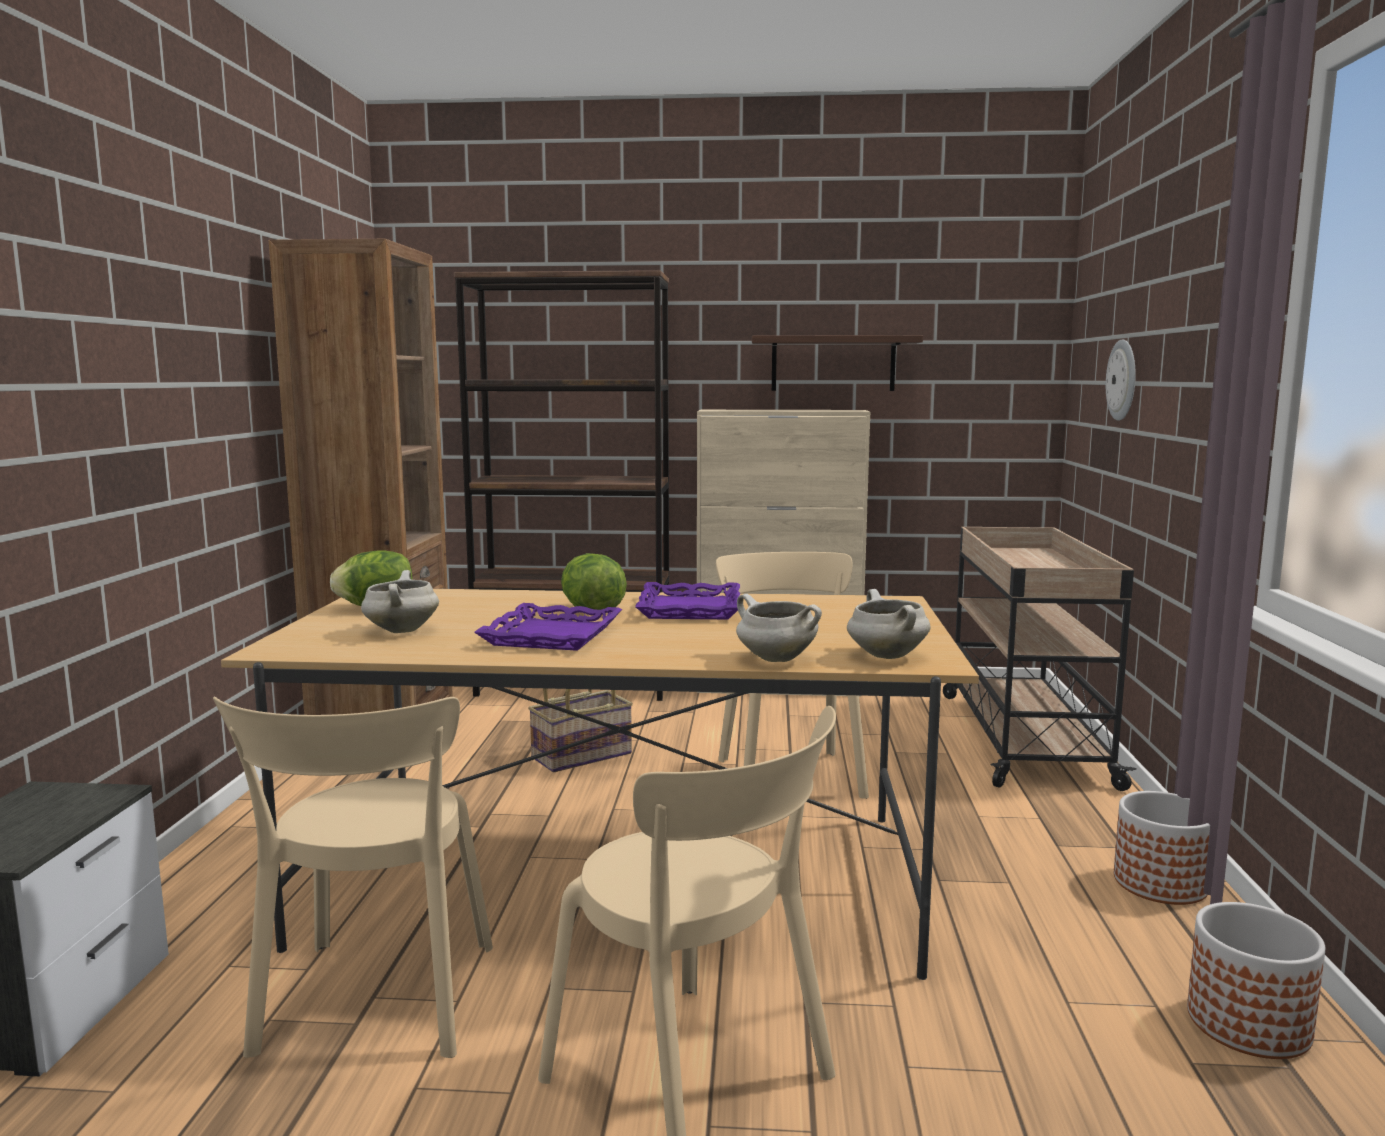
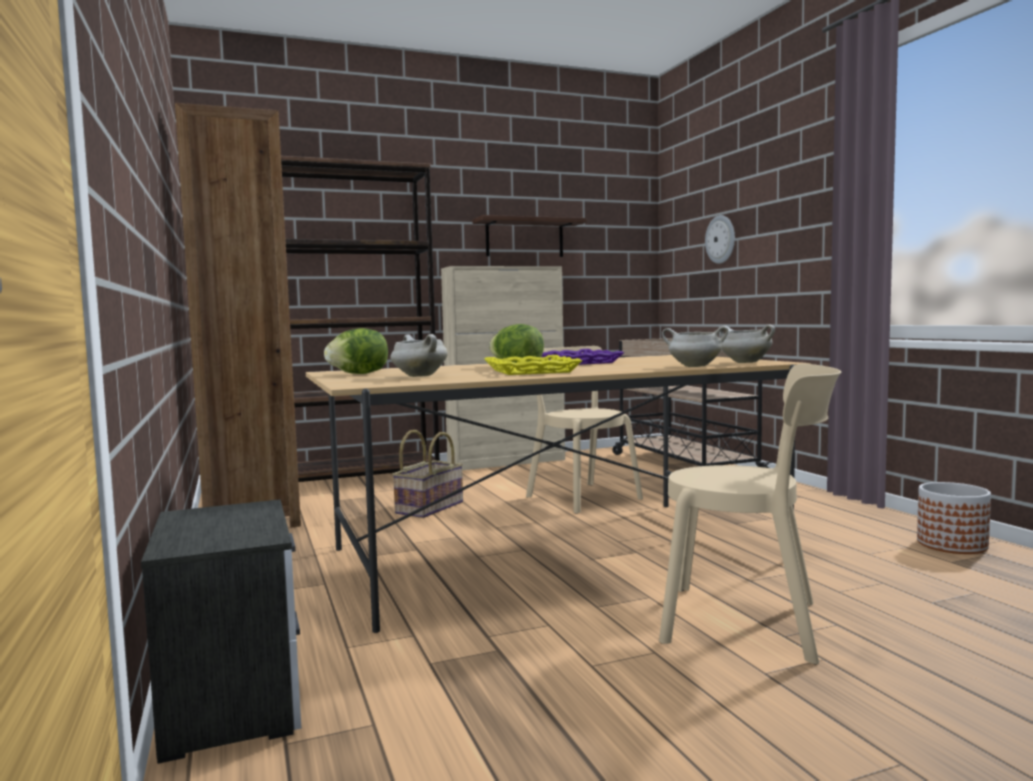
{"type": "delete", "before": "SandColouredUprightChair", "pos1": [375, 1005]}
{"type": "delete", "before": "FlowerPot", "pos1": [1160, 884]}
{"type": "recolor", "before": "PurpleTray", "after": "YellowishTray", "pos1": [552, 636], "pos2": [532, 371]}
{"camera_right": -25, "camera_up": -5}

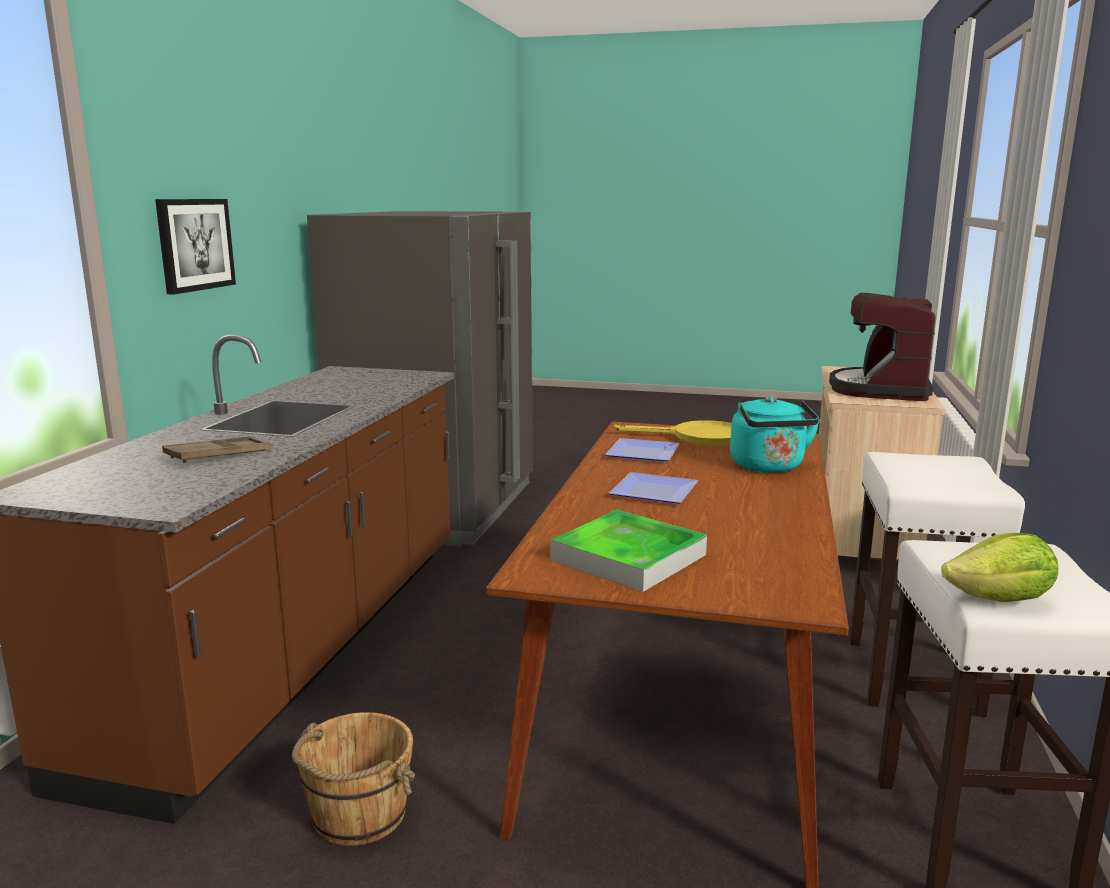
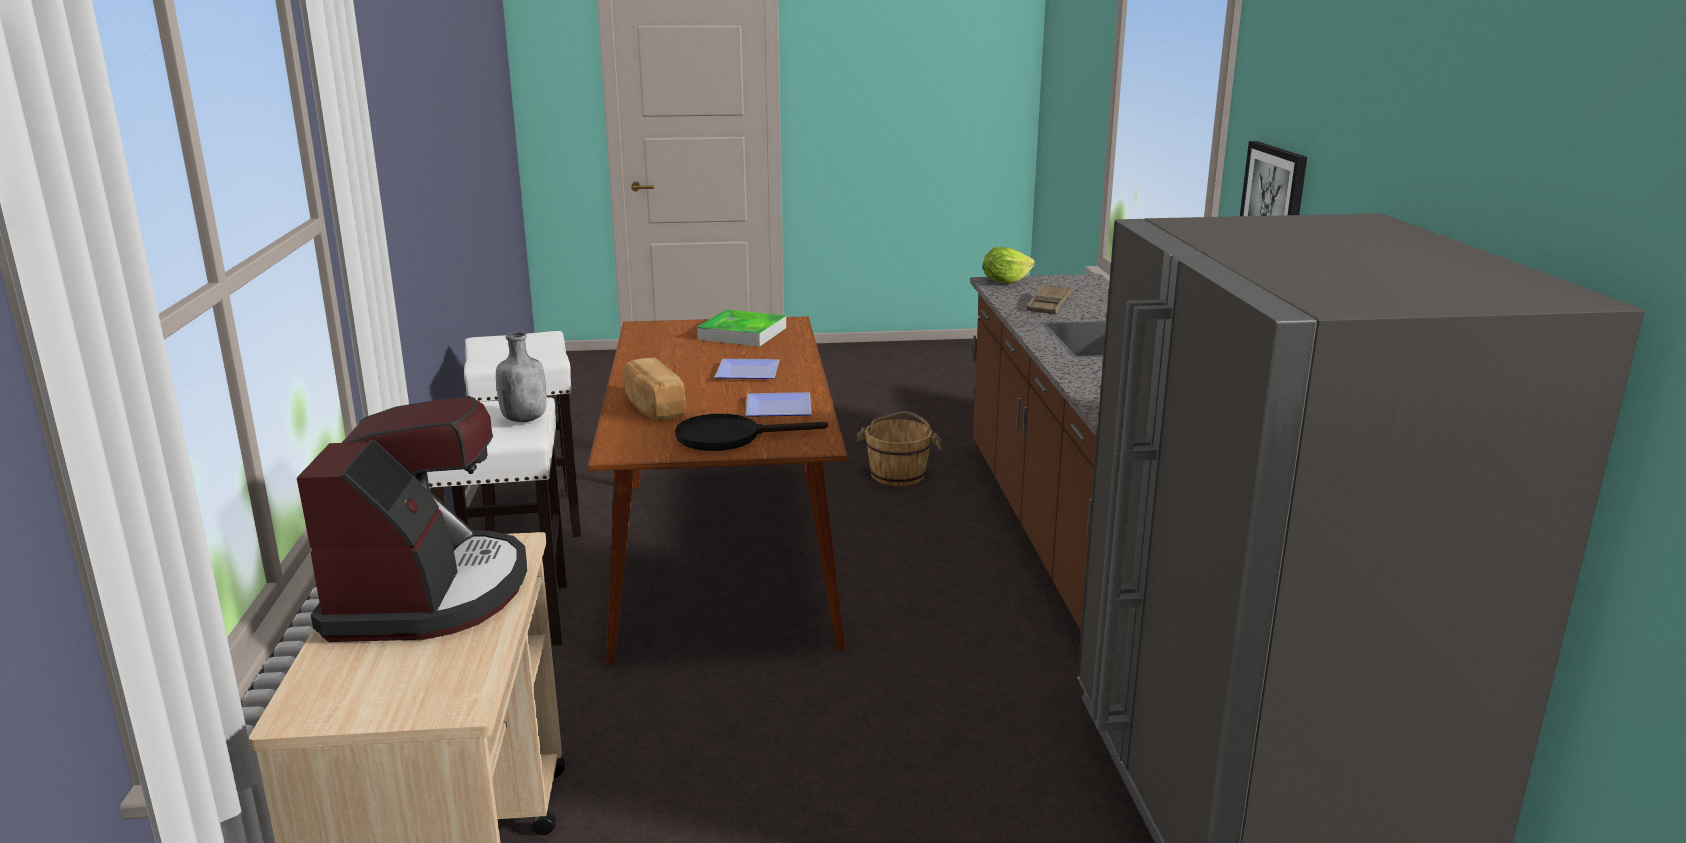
{"type": "insert", "after": "GreyishBottle", "pos2": [524, 419]}
{"type": "move", "before": "Lettuce", "pos1": [1000, 600], "pos2": [1005, 281]}
{"type": "replace", "before": "TurquoiseColouredKettle", "after": "BakedBread", "pos1": [769, 467], "pos2": [653, 407]}
{"type": "recolor", "before": "YellowishFryingPan", "after": "BlackishFryingPan", "pos1": [698, 438], "pos2": [730, 437]}
{"camera_right": 160, "camera_up": 5}

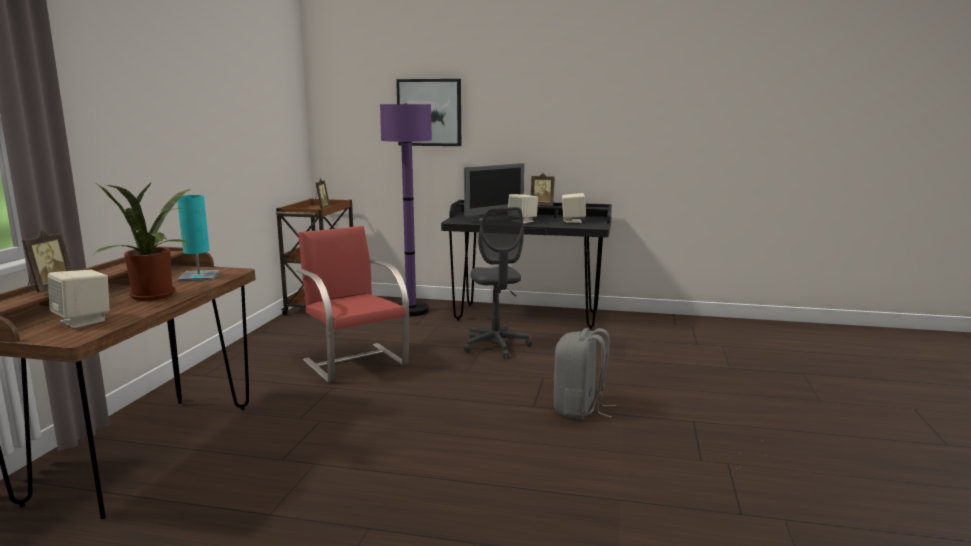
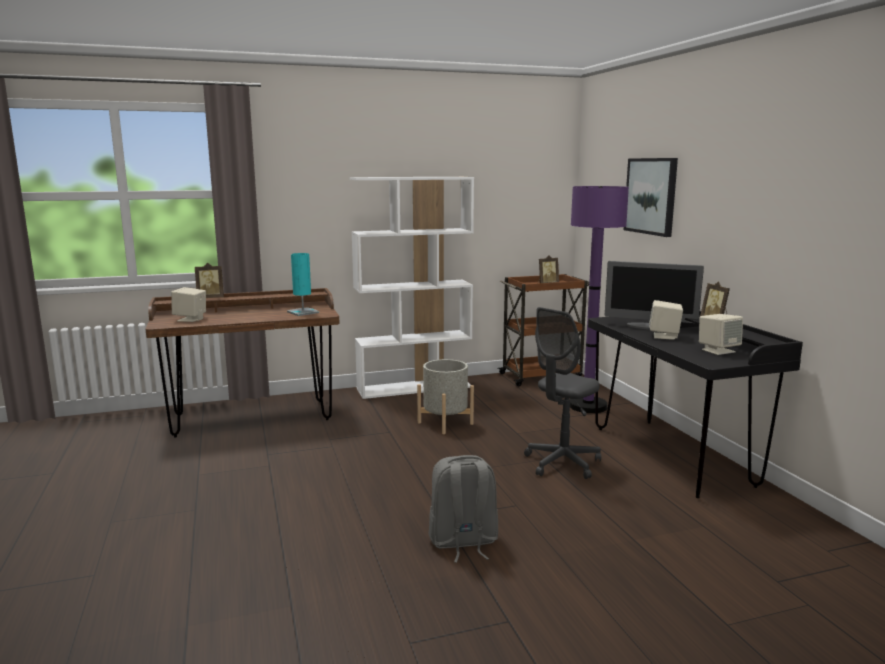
{"type": "delete", "before": "PlantInAPot", "pos1": [156, 296]}
{"type": "insert", "after": "WhiteColouredBookcase", "pos2": [414, 387]}
{"type": "replace", "before": "RedColouredUprightChair", "after": "GreyishFlowerPot", "pos1": [355, 362], "pos2": [445, 423]}
{"camera_right": 60, "camera_up": 0}

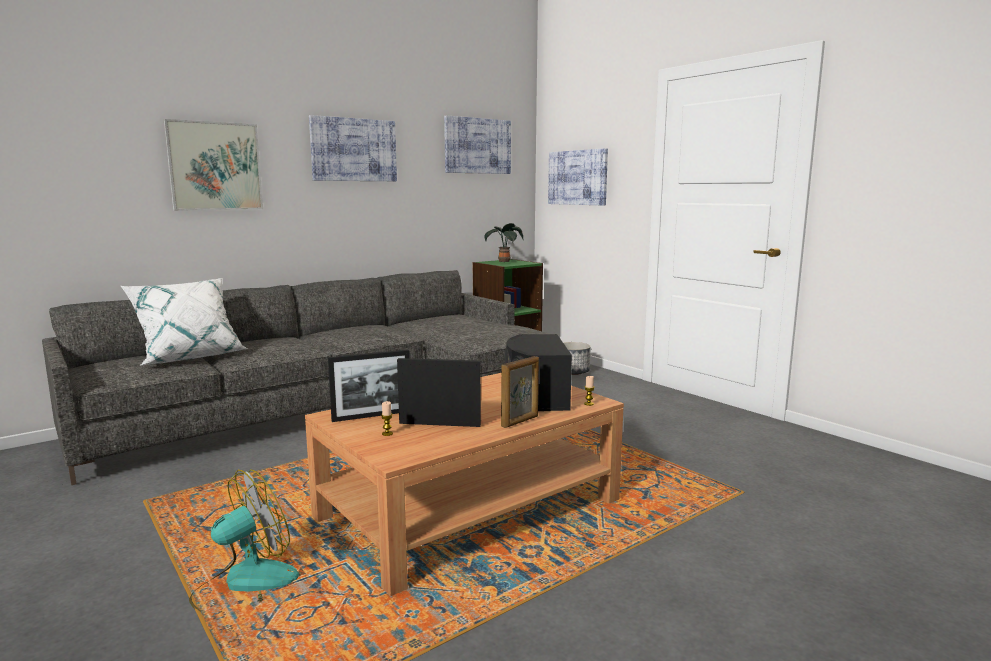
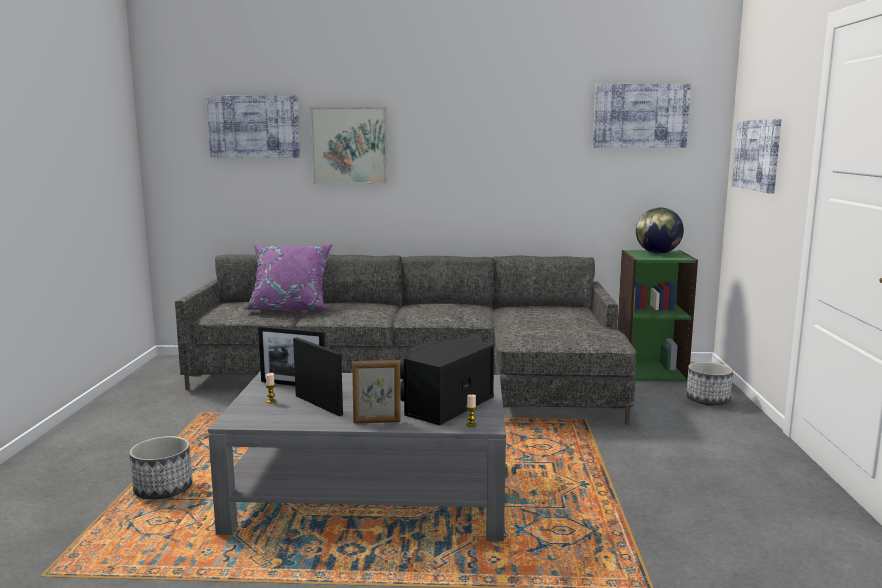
{"type": "move", "before": "WallArt", "pos1": [354, 150], "pos2": [254, 126]}
{"type": "replace", "before": "Fan", "after": "FlowerPot", "pos1": [245, 585], "pos2": [163, 489]}
{"type": "replace", "before": "PlantInAPot", "after": "WorldGlobe", "pos1": [504, 261], "pos2": [657, 253]}
{"type": "recolor", "before": "WhiteColouredCushion", "after": "PurpleCushion", "pos1": [189, 357], "pos2": [291, 308]}
{"type": "recolor", "before": "BrownishLowTable", "after": "GreyishLowTable", "pos1": [470, 508], "pos2": [372, 496]}
{"camera_right": 40, "camera_up": 0}

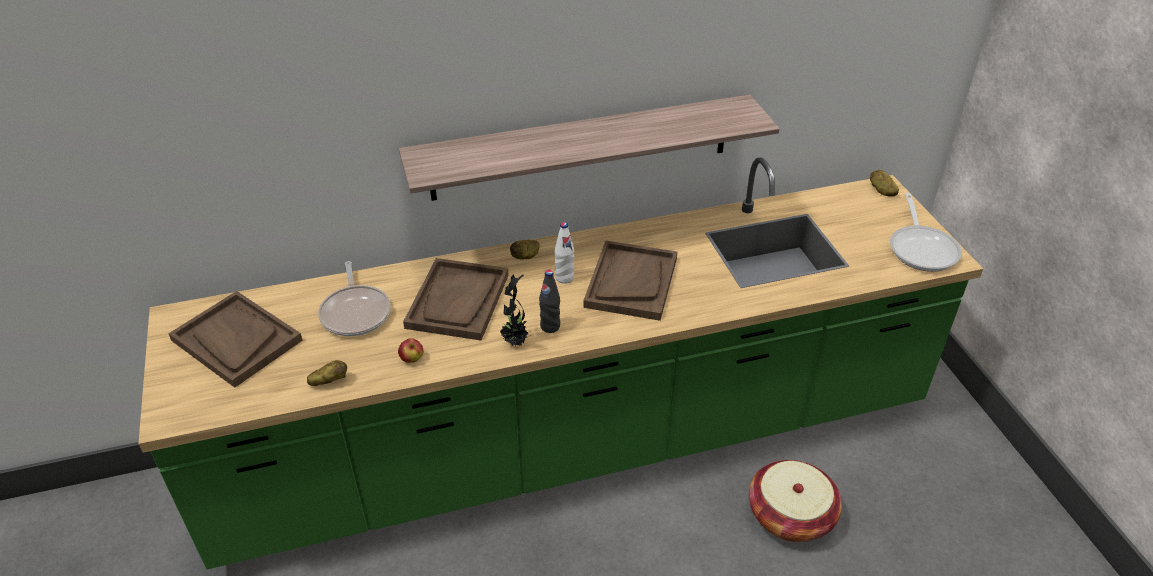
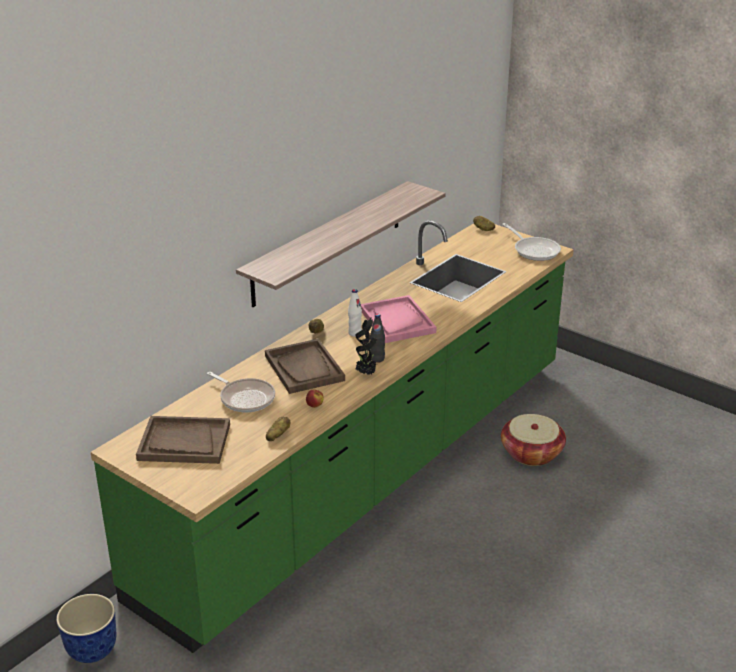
{"type": "insert", "after": "FlowerPot", "pos2": [91, 649]}
{"type": "recolor", "before": "BrownishTray", "after": "PinkColouredTray", "pos1": [631, 282], "pos2": [397, 321]}
{"camera_right": -35, "camera_up": -10}

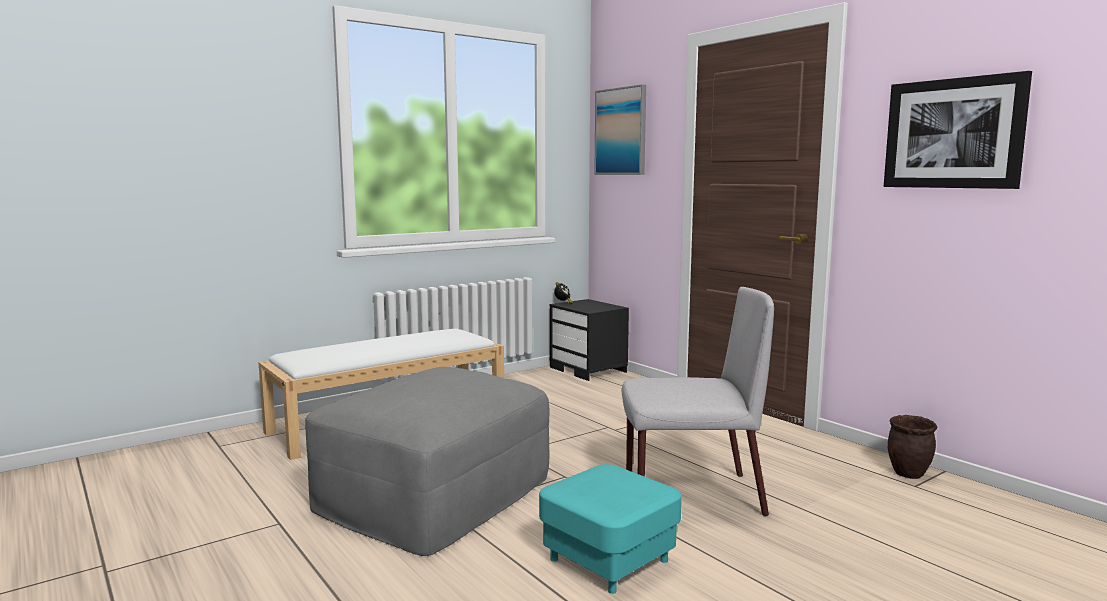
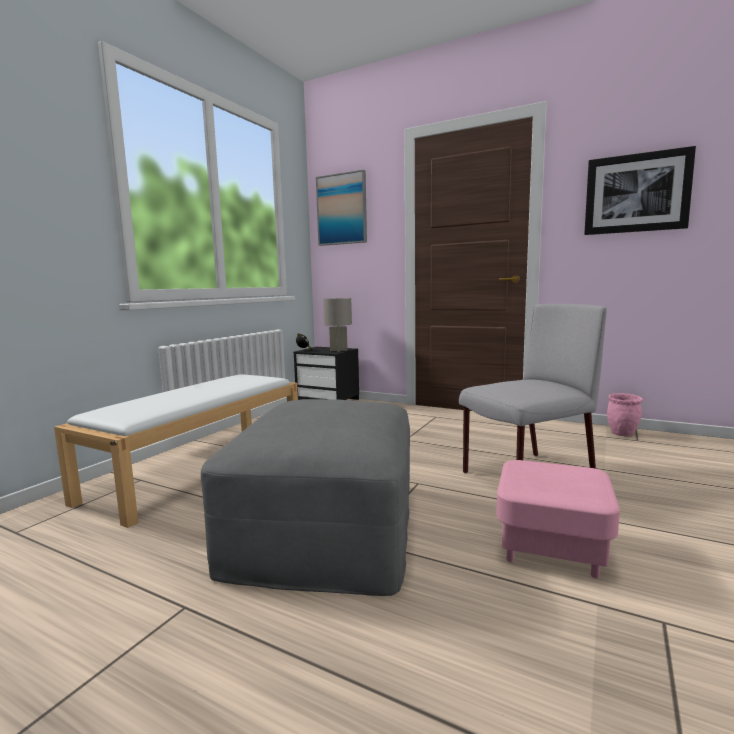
{"type": "insert", "after": "GreyishLampForATable", "pos2": [339, 350]}
{"type": "recolor", "before": "TurquoiseColouredPouffe", "after": "PinkColouredPouffe", "pos1": [609, 560], "pos2": [551, 547]}
{"type": "recolor", "before": "BrownishFlowerPot", "after": "PinkColouredFlowerPot", "pos1": [907, 474], "pos2": [621, 434]}
{"camera_right": -25, "camera_up": 0}

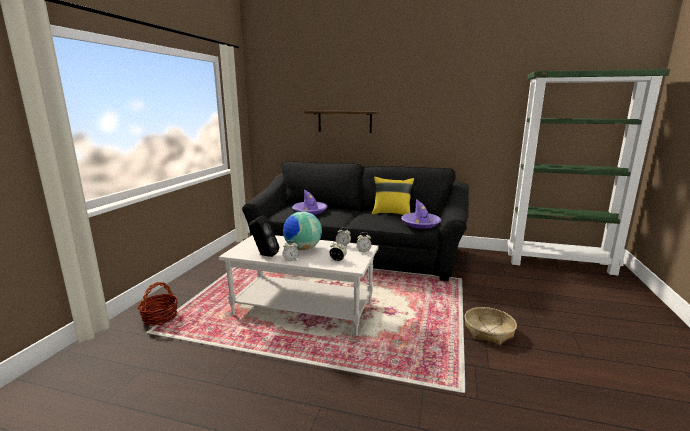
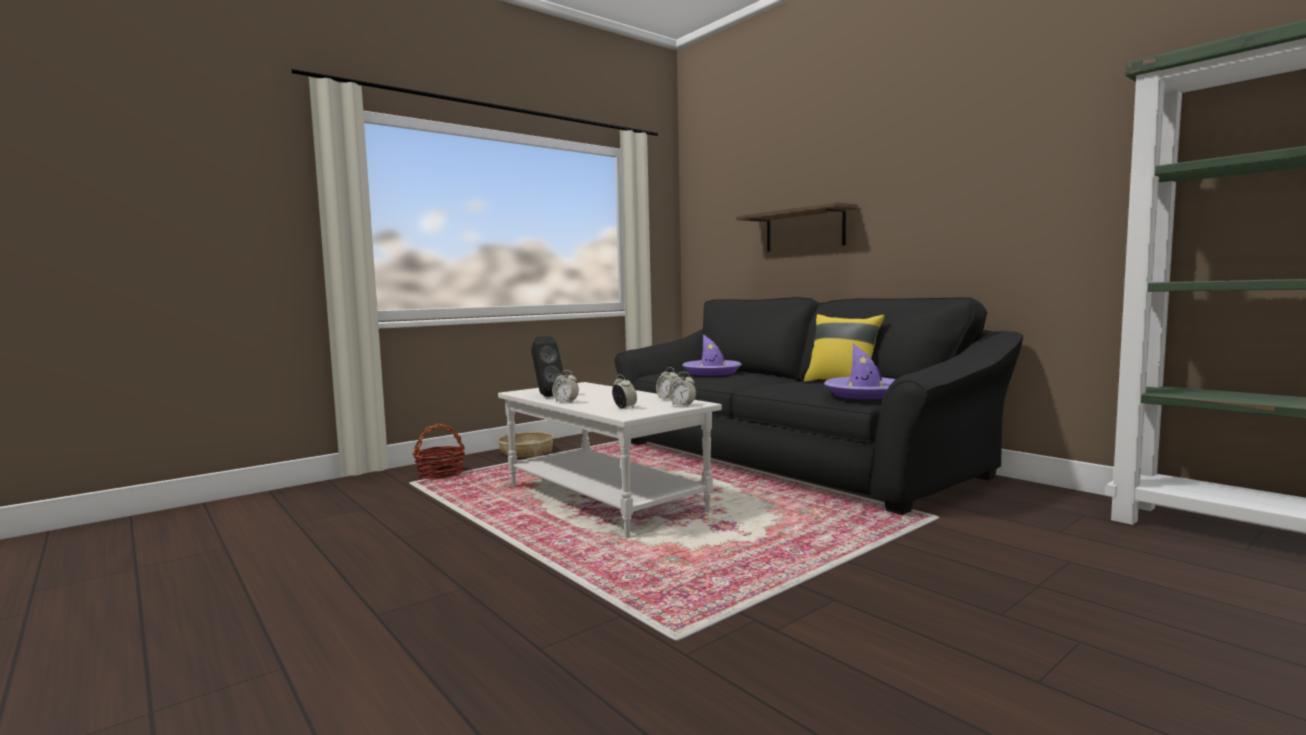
{"type": "delete", "before": "WorldGlobe", "pos1": [302, 248]}
{"type": "move", "before": "StorageBasket", "pos1": [489, 331], "pos2": [526, 452]}
{"camera_right": 35, "camera_up": -10}

